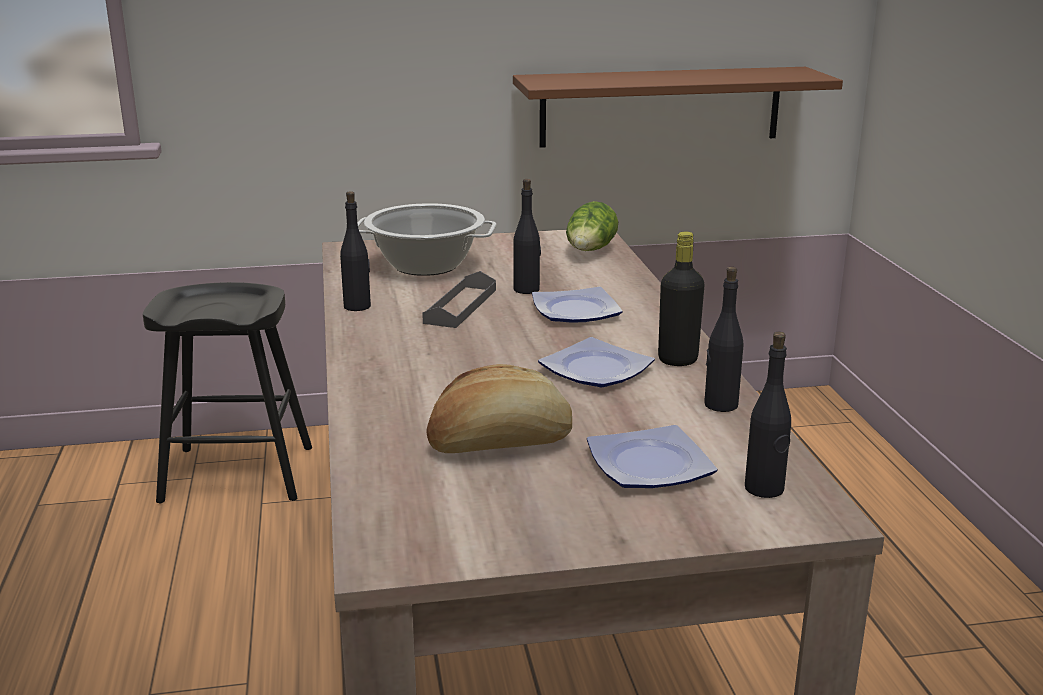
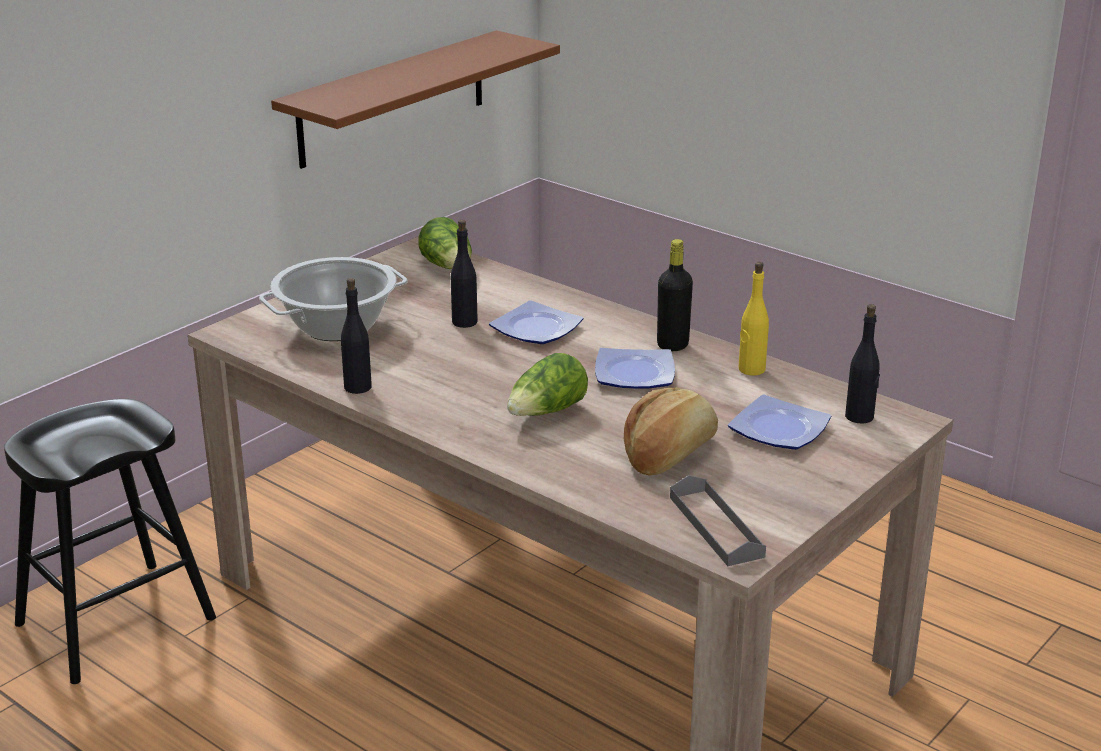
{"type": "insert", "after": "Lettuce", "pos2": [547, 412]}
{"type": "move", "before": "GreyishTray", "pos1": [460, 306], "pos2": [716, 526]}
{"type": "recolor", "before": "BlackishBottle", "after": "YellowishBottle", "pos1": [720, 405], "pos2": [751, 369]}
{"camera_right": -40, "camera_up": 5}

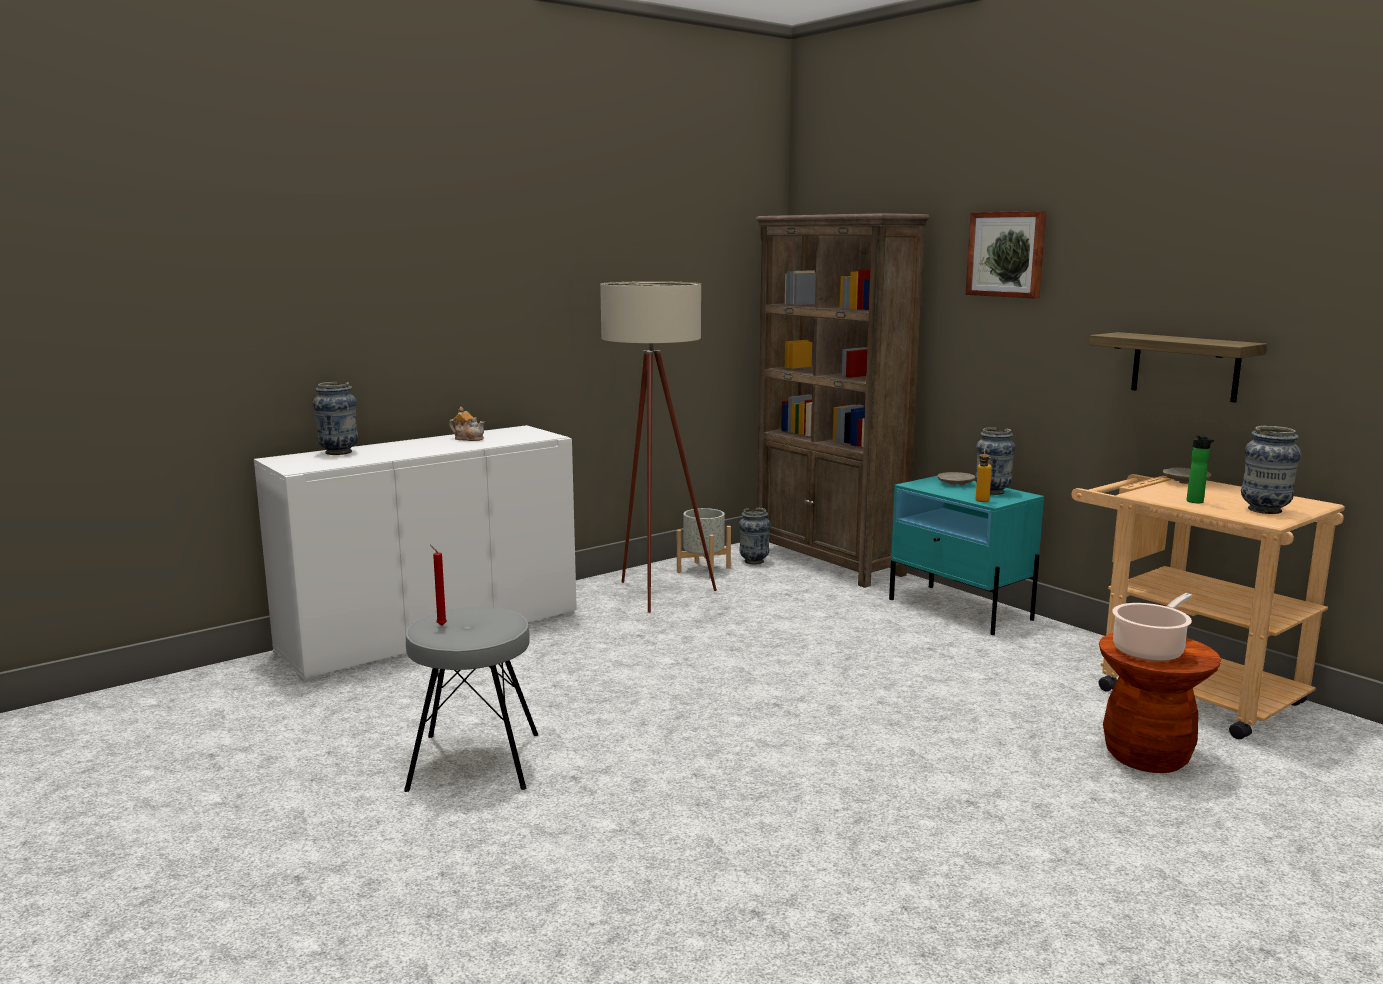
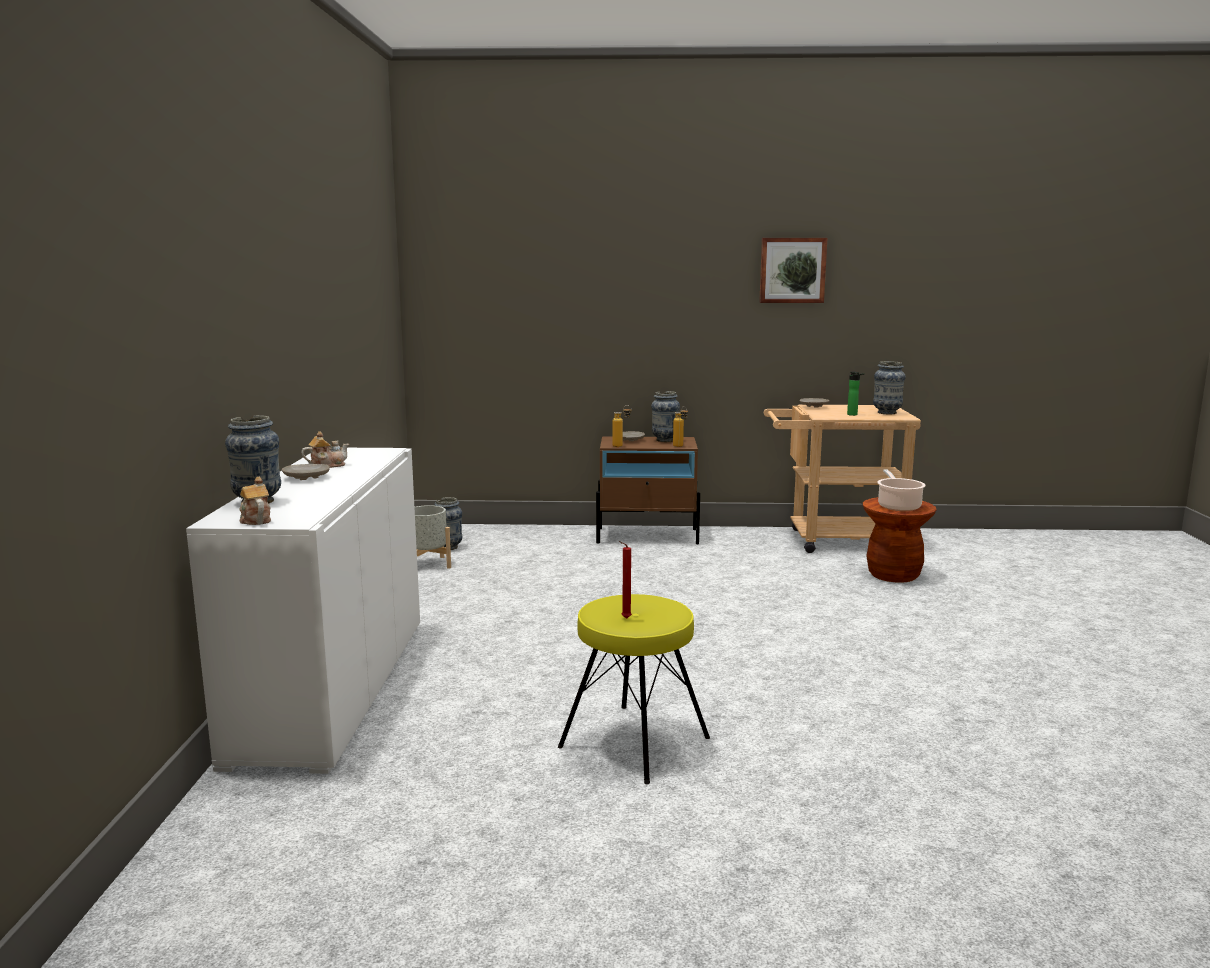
{"type": "delete", "before": "SandColouredStandardLamp", "pos1": [654, 592]}
{"type": "delete", "before": "BrownishBookcase", "pos1": [829, 562]}
{"type": "delete", "before": "Shelf", "pos1": [1185, 366]}
{"type": "insert", "after": "TeaPot", "pos2": [255, 520]}
{"type": "insert", "after": "SandColouredDinnerPlate", "pos2": [307, 477]}
{"type": "insert", "after": "Bottle", "pos2": [621, 446]}
{"type": "move", "before": "WallArt", "pos1": [1006, 254], "pos2": [792, 270]}
{"type": "recolor", "before": "GreyishStool", "after": "YellowishStool", "pos1": [475, 760], "pos2": [634, 741]}
{"type": "recolor", "before": "TurquoiseColouredNightTable", "after": "BrownishNightTable", "pos1": [960, 609], "pos2": [648, 536]}
{"camera_right": -50, "camera_up": 0}

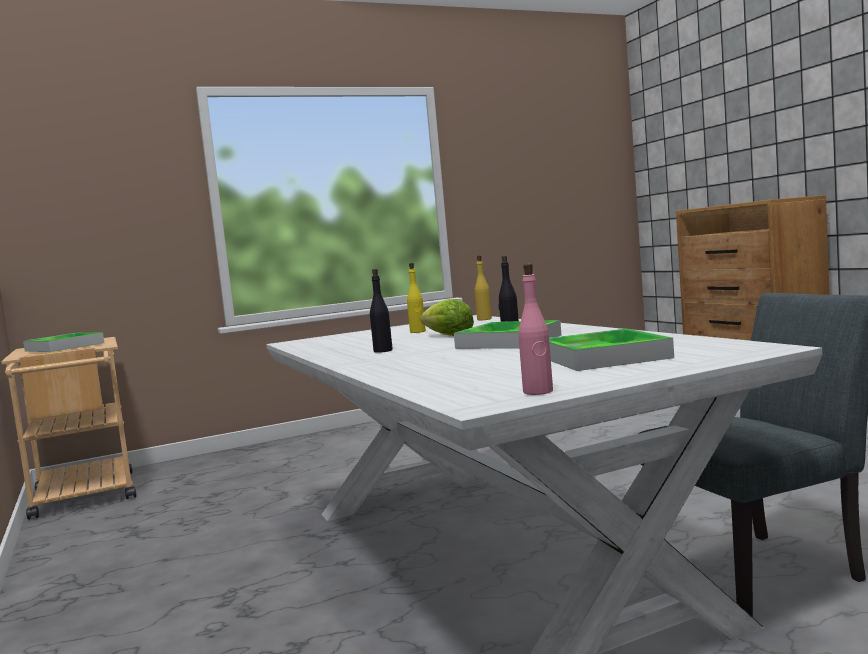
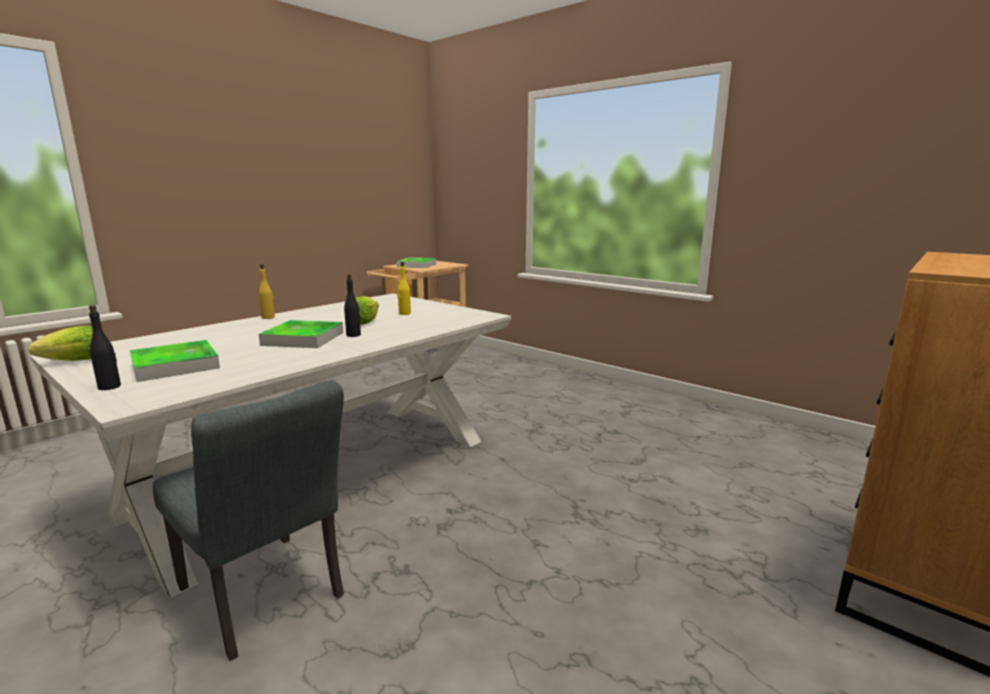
{"type": "move", "before": "BlackishBottle", "pos1": [383, 351], "pos2": [110, 387]}
{"type": "move", "before": "YellowishBottle", "pos1": [484, 319], "pos2": [268, 317]}
{"type": "replace", "before": "PinkColouredBottle", "after": "Lettuce", "pos1": [538, 392], "pos2": [75, 361]}
{"camera_right": 65, "camera_up": 10}

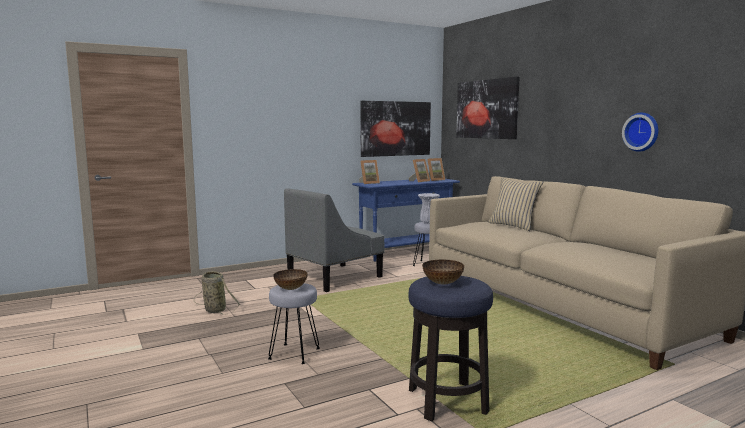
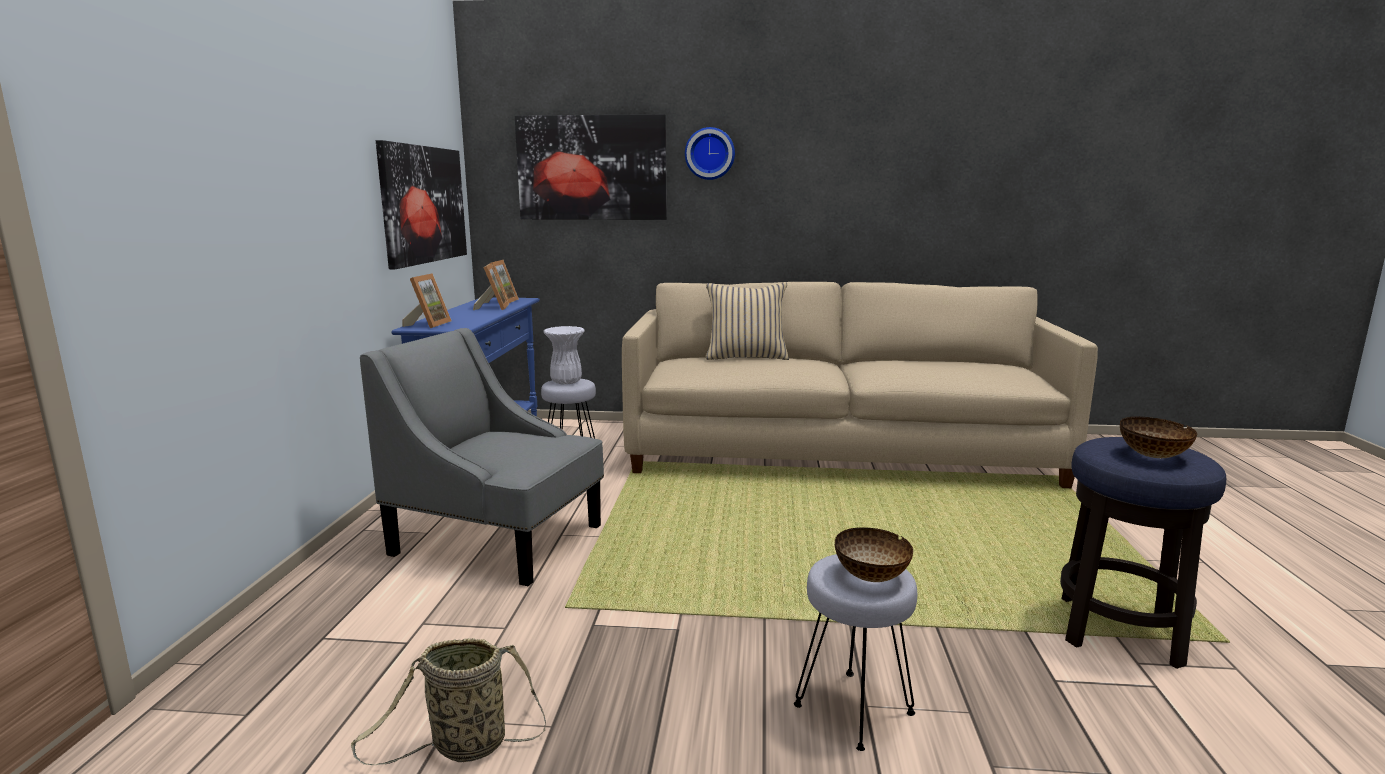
{"type": "move", "before": "ClockOnTheWall", "pos1": [642, 132], "pos2": [710, 153]}
{"type": "rotate", "before": "GreyishLoungeChair", "pos1": [335, 277], "pos2": [498, 539], "turn": 120}
{"camera_right": -55, "camera_up": 5}

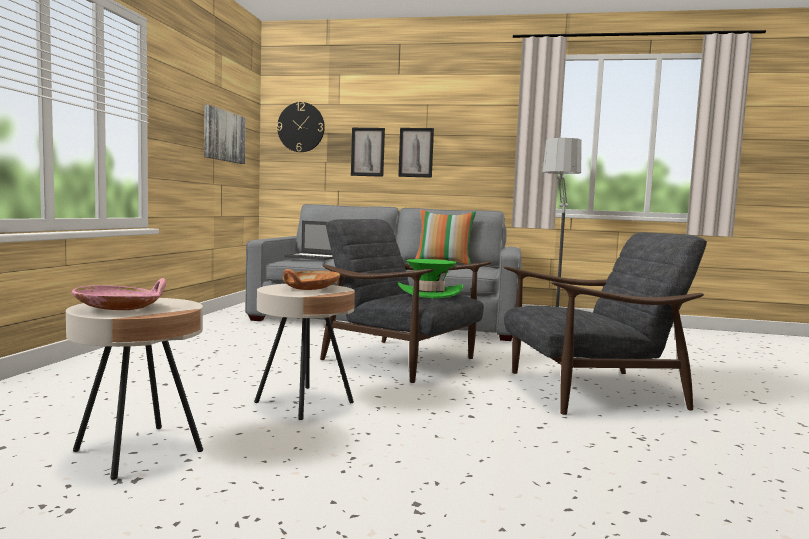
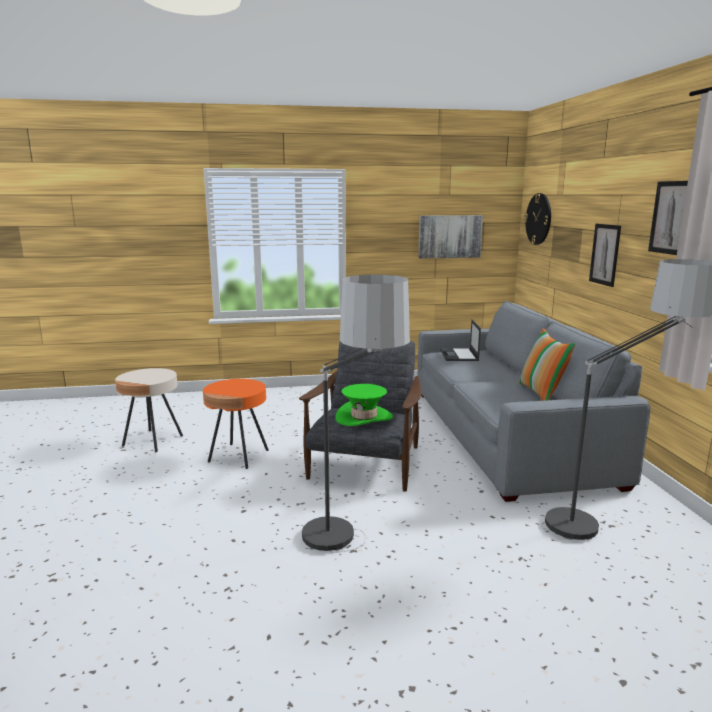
{"type": "delete", "before": "PinkColouredBowl", "pos1": [120, 309]}
{"type": "delete", "before": "OrangeColouredBowl", "pos1": [310, 288]}
{"type": "move", "before": "WallArt", "pos1": [367, 152], "pos2": [670, 217]}
{"type": "replace", "before": "GreyishLoungeChair", "after": "StandardLamp", "pos1": [589, 390], "pos2": [350, 559]}
{"type": "recolor", "before": "SandColouredEndTable", "after": "OrangeColouredEndTable", "pos1": [304, 403], "pos2": [238, 456]}
{"camera_right": 70, "camera_up": 10}

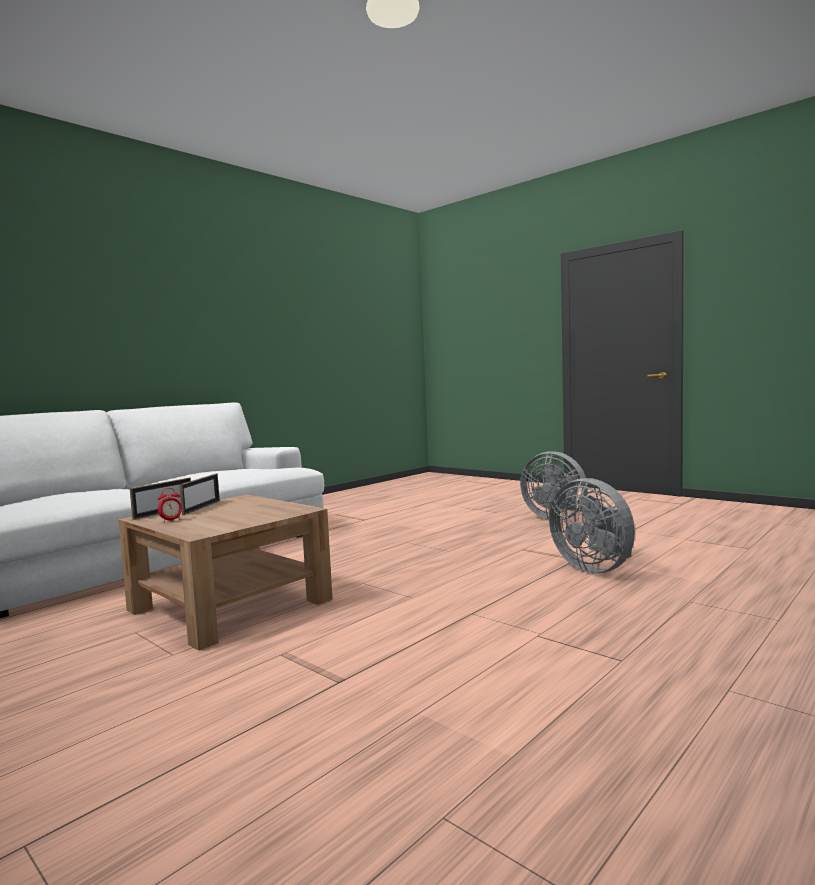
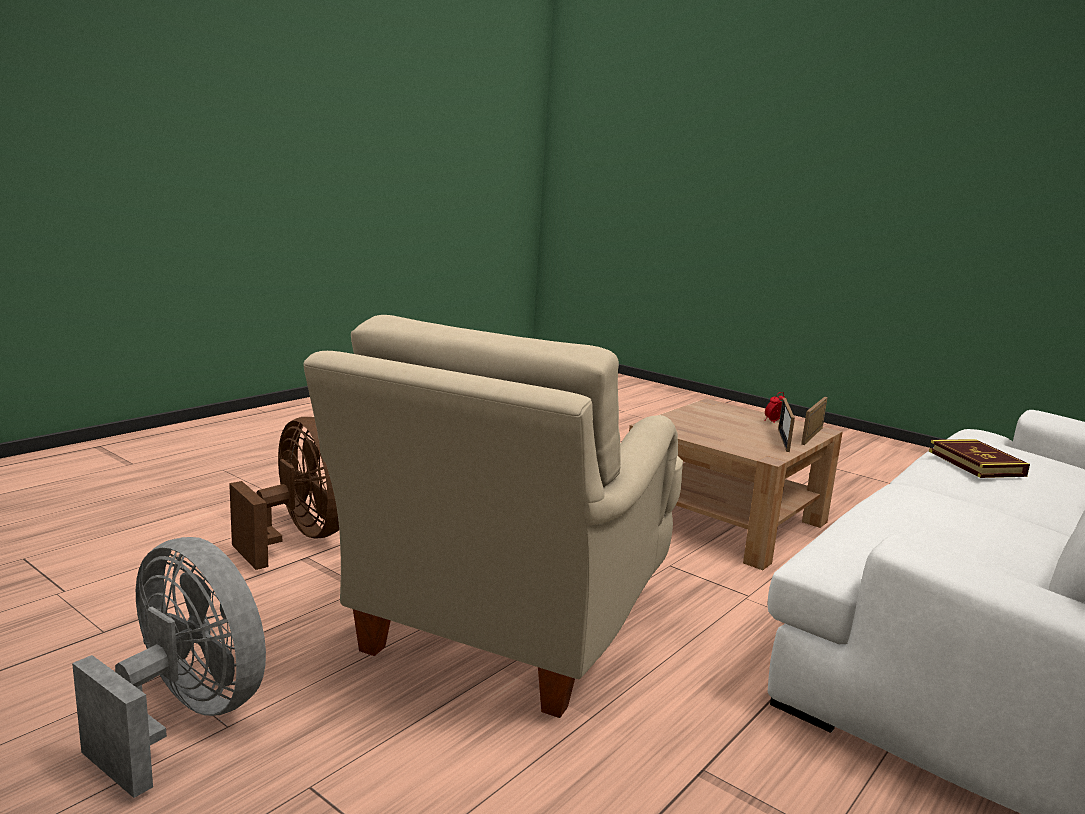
{"type": "insert", "after": "SandColouredLoungeChair", "pos2": [505, 629]}
{"type": "insert", "after": "Volume", "pos2": [976, 463]}
{"type": "recolor", "before": "GreyishFan", "after": "BrownishFan", "pos1": [595, 568], "pos2": [299, 539]}
{"camera_right": 175, "camera_up": 10}

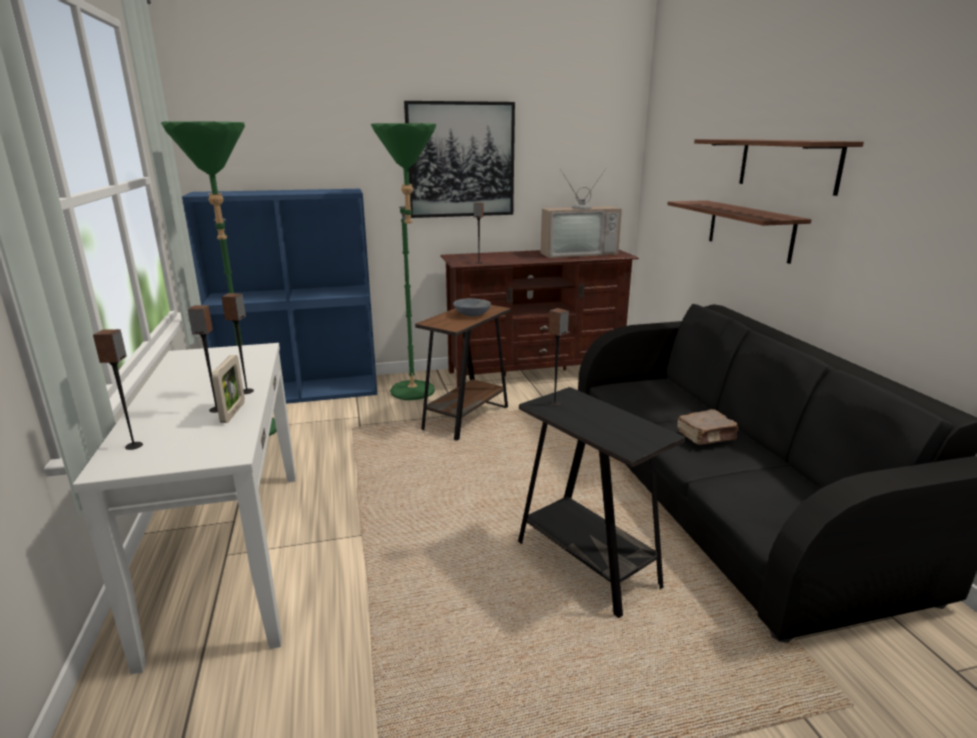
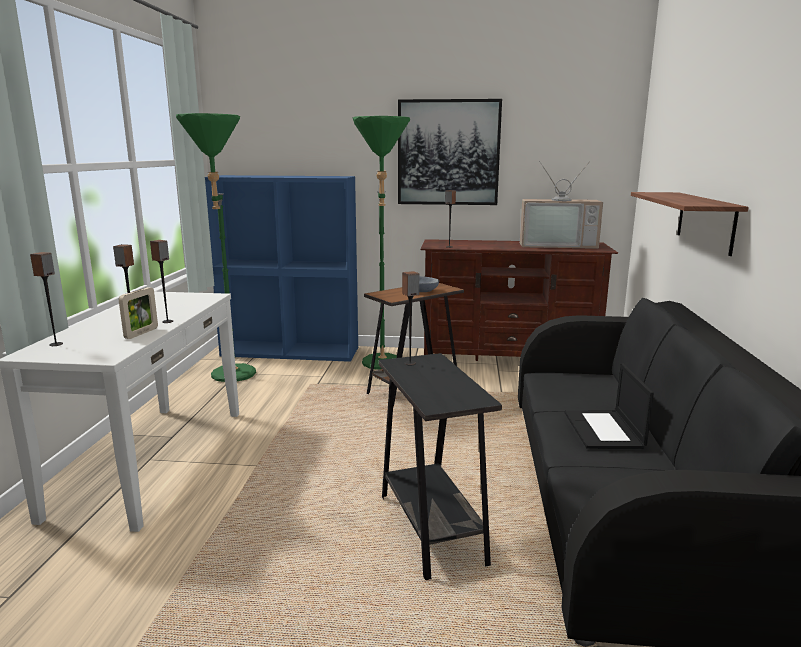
{"type": "delete", "before": "Shelf", "pos1": [788, 164]}
{"type": "replace", "before": "BrownishVolume", "after": "NotebookComputer", "pos1": [706, 436], "pos2": [604, 430]}
{"camera_right": 20, "camera_up": -5}

